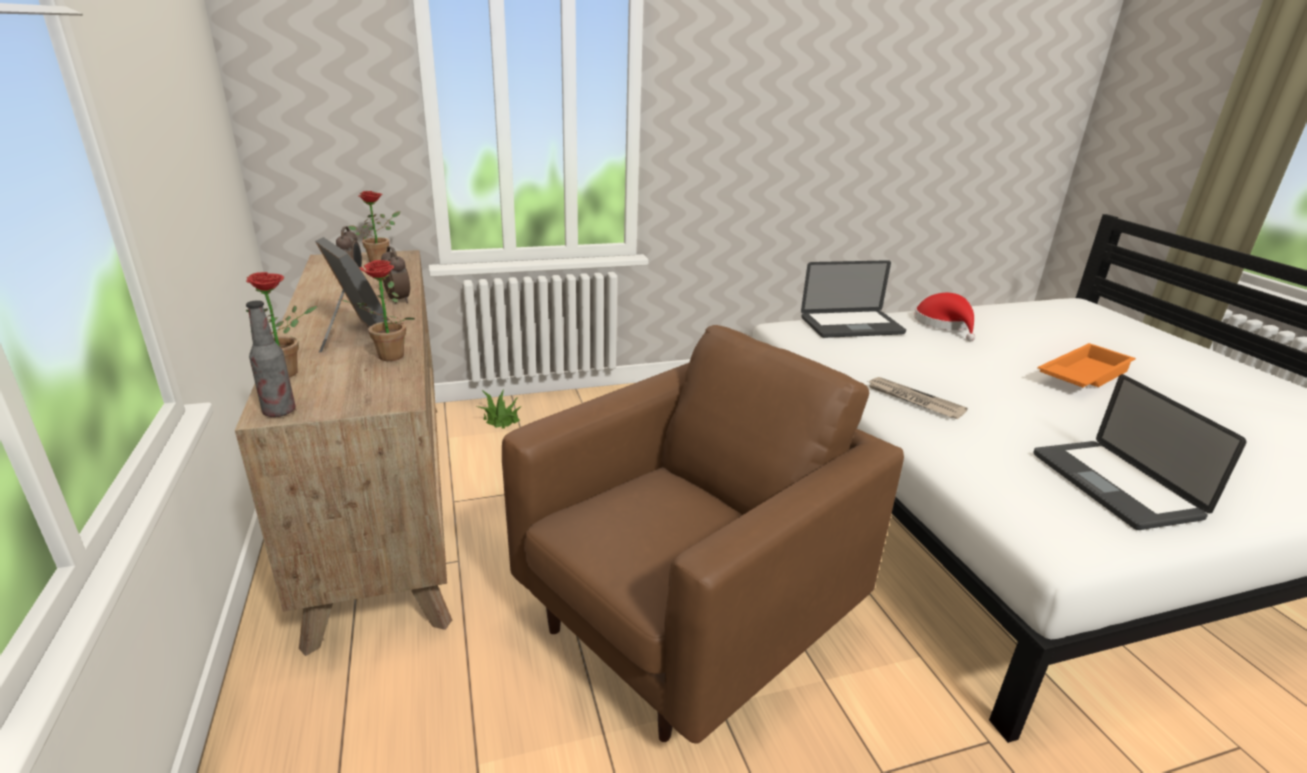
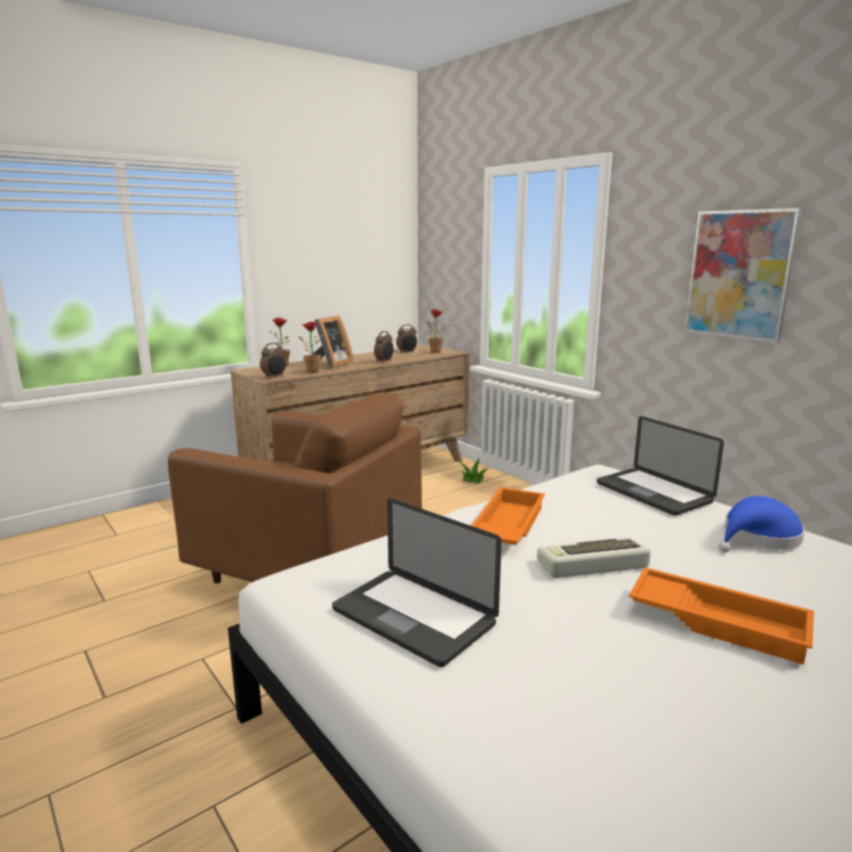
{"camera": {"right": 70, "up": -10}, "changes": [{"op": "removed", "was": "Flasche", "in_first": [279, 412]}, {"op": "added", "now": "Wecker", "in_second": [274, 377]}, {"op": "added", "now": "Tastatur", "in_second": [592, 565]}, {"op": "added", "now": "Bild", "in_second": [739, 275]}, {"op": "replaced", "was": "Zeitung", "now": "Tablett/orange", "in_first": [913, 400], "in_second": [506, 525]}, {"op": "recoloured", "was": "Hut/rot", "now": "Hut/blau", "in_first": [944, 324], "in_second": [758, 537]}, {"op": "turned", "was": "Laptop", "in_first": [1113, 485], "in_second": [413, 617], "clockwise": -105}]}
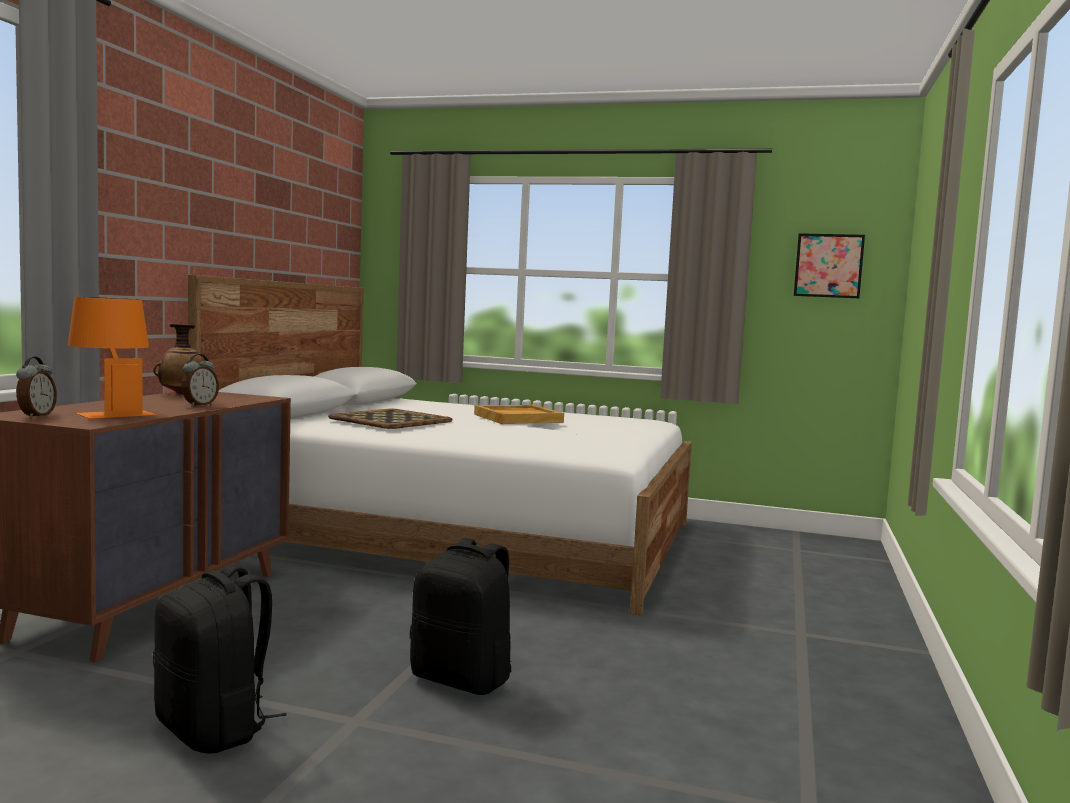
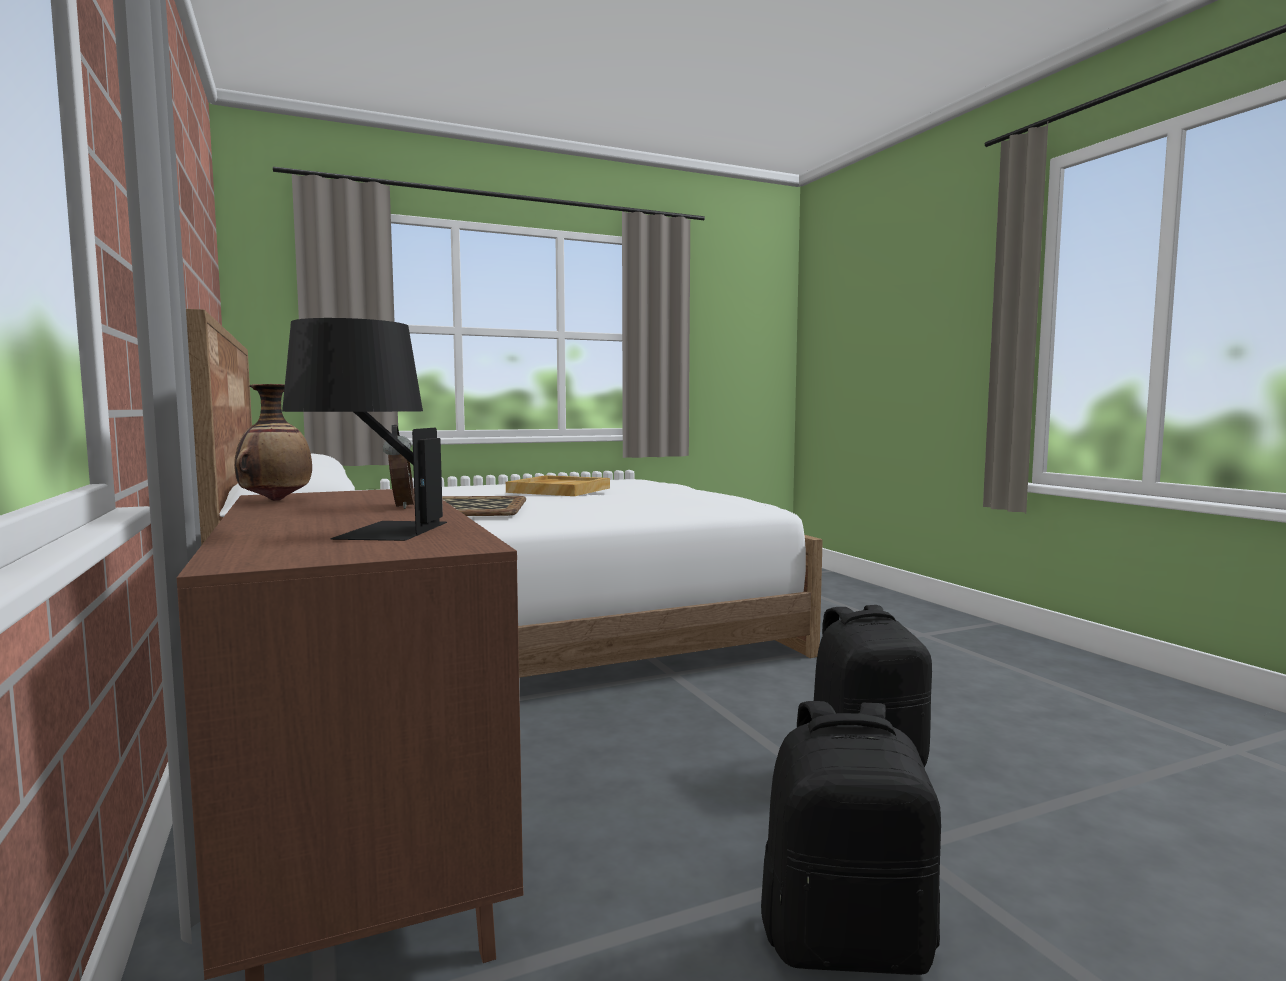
{"camera": {"right": -40, "up": 0}, "changes": [{"op": "removed", "was": "Wecker", "in_first": [35, 416]}, {"op": "removed", "was": "Bild", "in_first": [828, 265]}, {"op": "recoloured", "was": "Tischlampe/orange", "now": "Tischlampe/schwarz", "in_first": [111, 412], "in_second": [367, 530]}]}
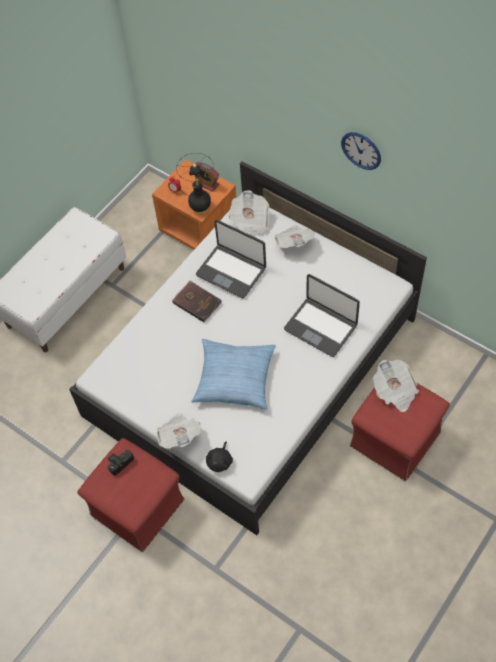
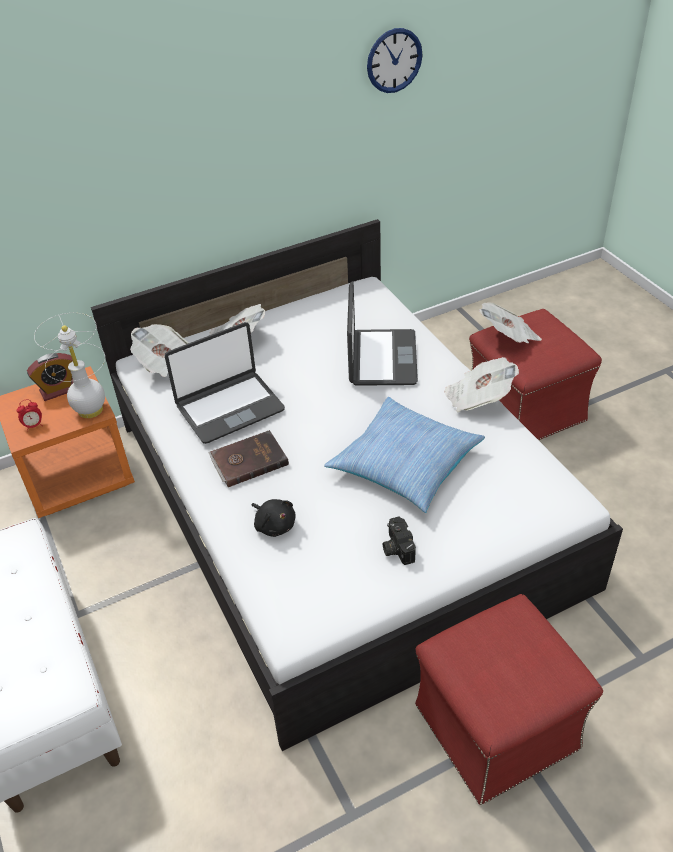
{"camera": {"right": -65, "up": -15}, "changes": [{"op": "moved", "was": "Kamera", "in_first": [120, 462], "in_second": [396, 548]}, {"op": "moved", "was": "Zeitung", "in_first": [179, 436], "in_second": [478, 398]}, {"op": "moved", "was": "Plüschtier/schwarz", "in_first": [220, 461], "in_second": [274, 525]}, {"op": "moved", "was": "Wanduhr", "in_first": [361, 150], "in_second": [394, 60]}, {"op": "recoloured", "was": "Tischlampe/schwarz", "now": "Tischlampe/weiß", "in_first": [200, 208], "in_second": [90, 410]}, {"op": "turned", "was": "Laptop", "in_first": [321, 327], "in_second": [381, 359], "clockwise": -60}]}
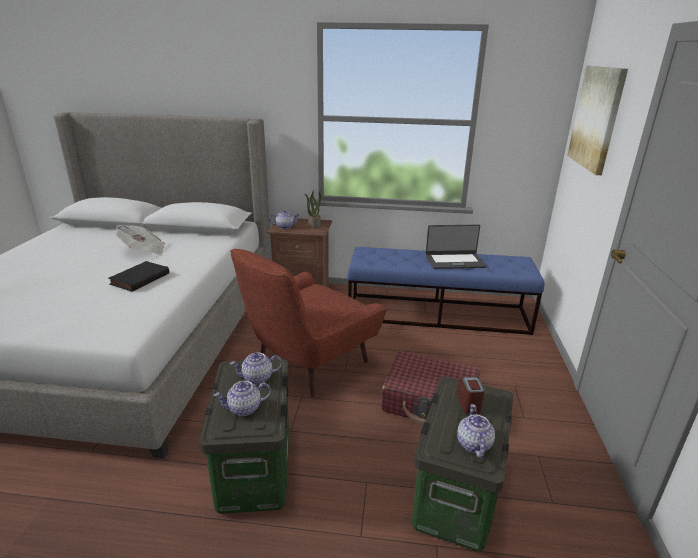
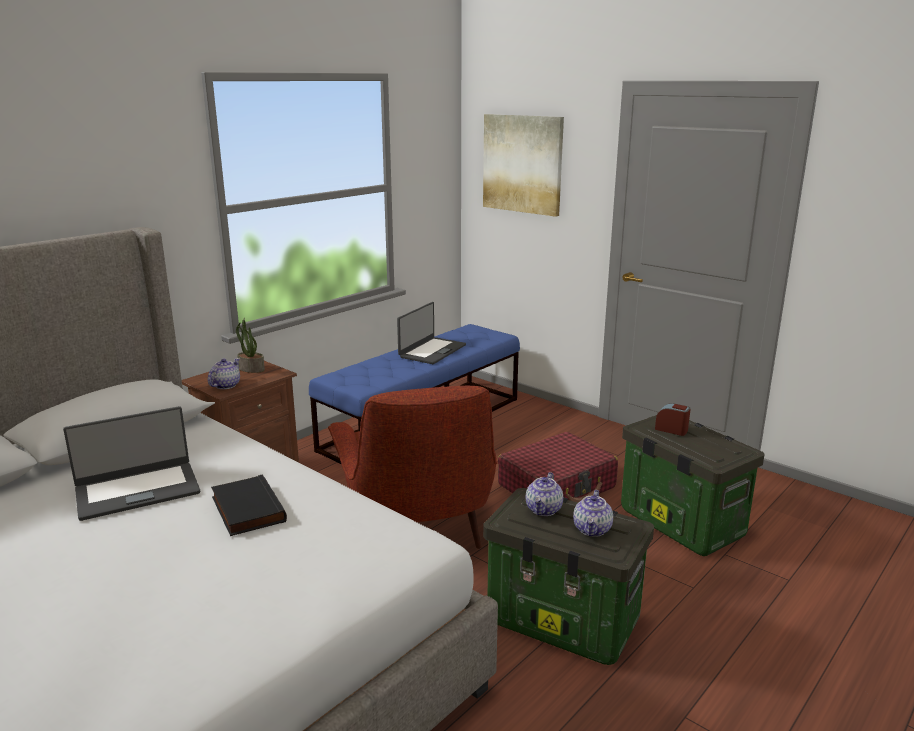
{"camera": {"right": -55, "up": -5}, "changes": [{"op": "removed", "was": "Teekanne", "in_first": [473, 444]}, {"op": "replaced", "was": "Zeitung", "now": "Laptop", "in_first": [144, 251], "in_second": [137, 490]}]}
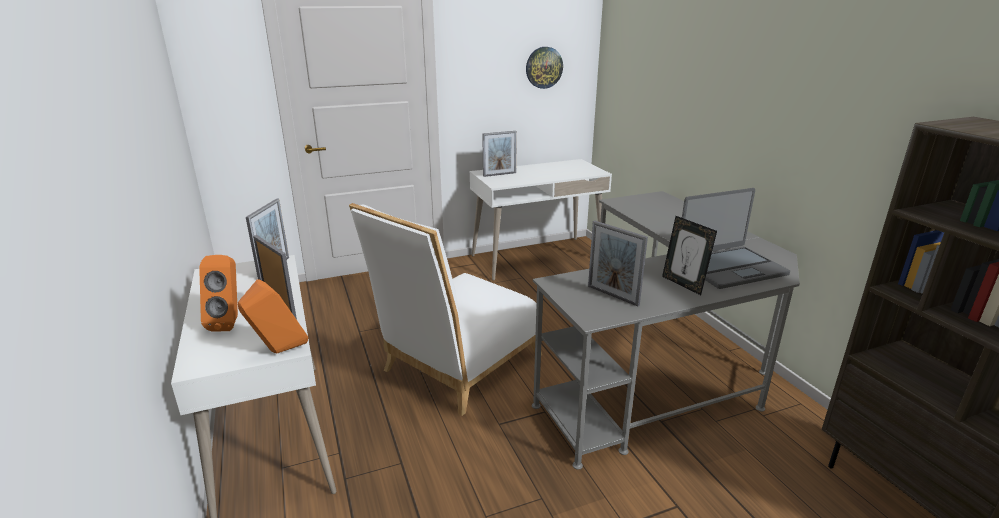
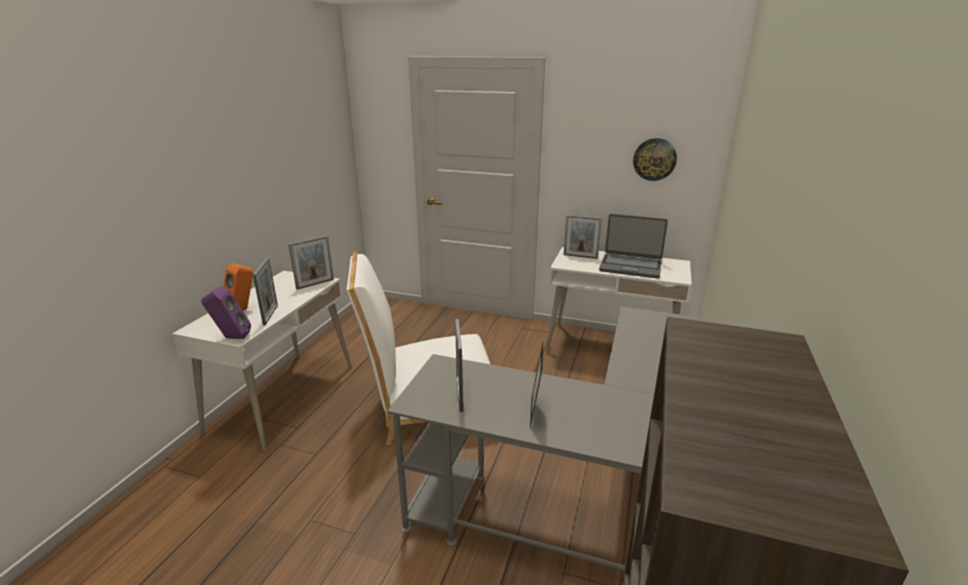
{"camera": {"right": 40, "up": 0}, "changes": [{"op": "moved", "was": "Laptop", "in_first": [730, 268], "in_second": [630, 266]}, {"op": "recoloured", "was": "Lautsprecher/orange", "now": "Lautsprecher/lila", "in_first": [279, 352], "in_second": [231, 338]}]}
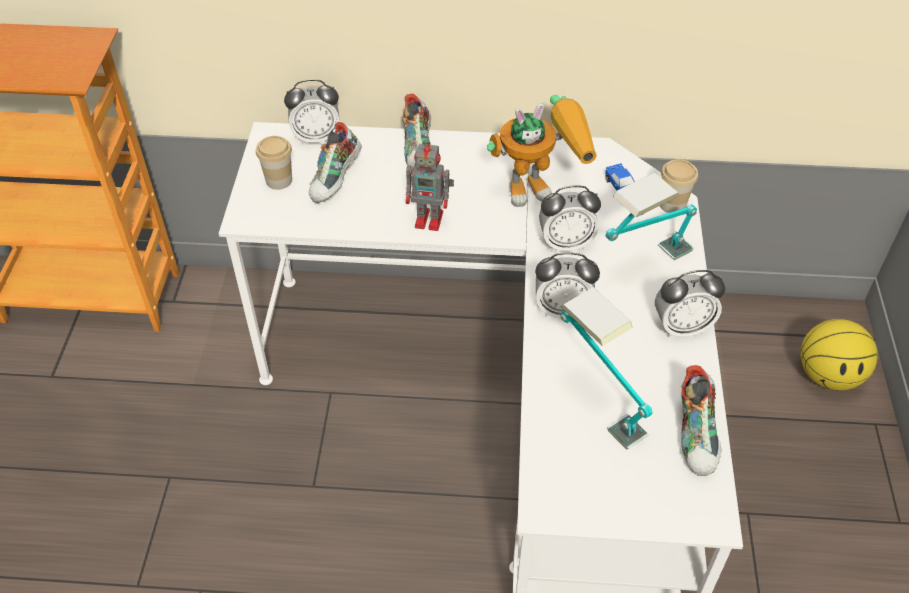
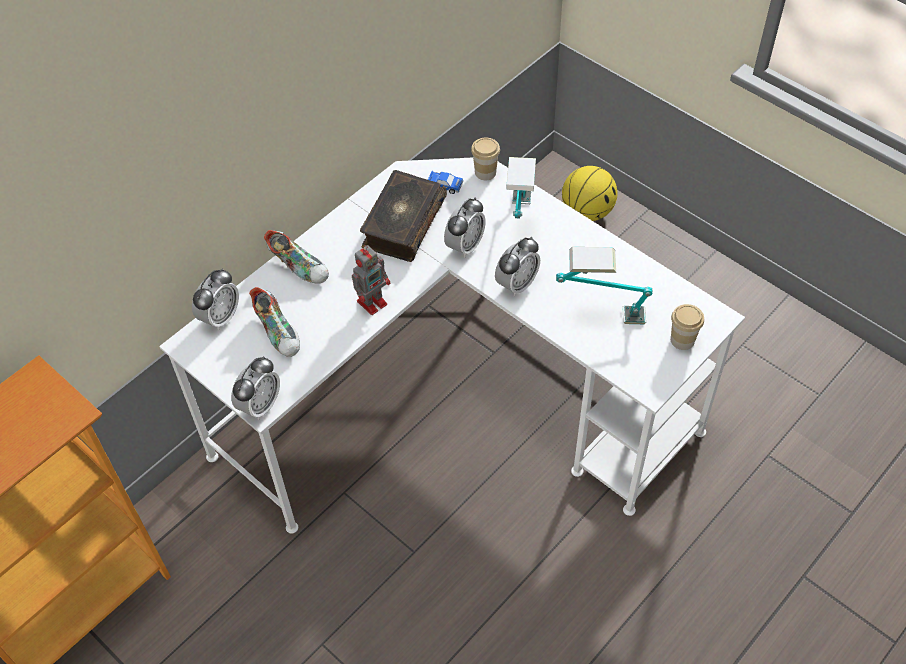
{"camera": {"right": -50, "up": 5}, "changes": [{"op": "removed", "was": "Schuh", "in_first": [698, 434]}, {"op": "moved", "was": "Tasse", "in_first": [279, 180], "in_second": [682, 340]}, {"op": "moved", "was": "Wecker", "in_first": [681, 327], "in_second": [260, 405]}, {"op": "replaced", "was": "Spielzeugroboter", "now": "Buch", "in_first": [541, 185], "in_second": [402, 224]}]}
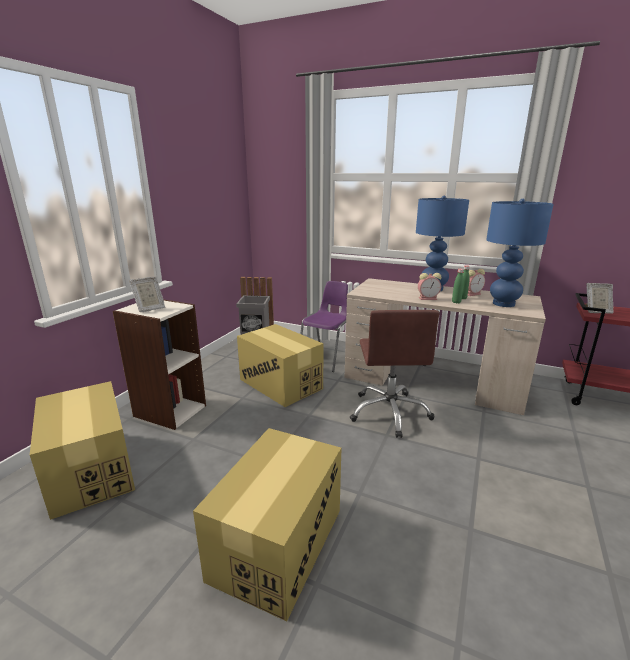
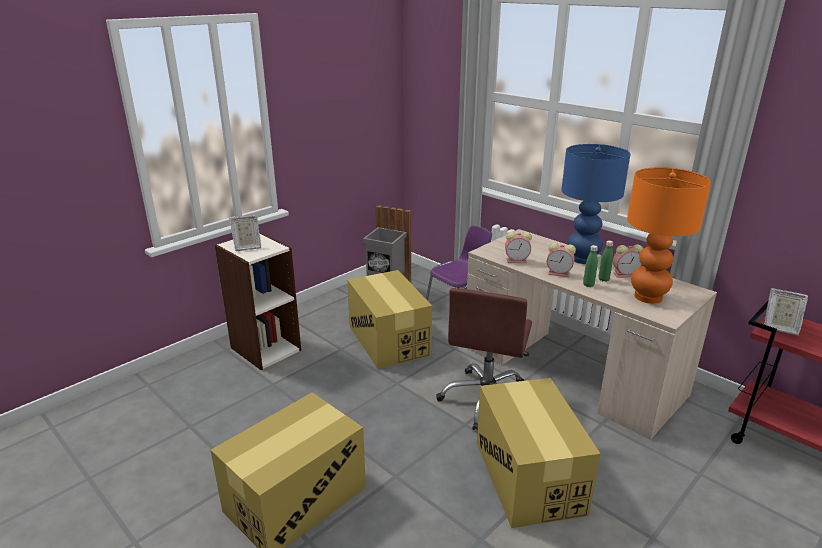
{"camera": {"right": 20, "up": 5}, "changes": [{"op": "added", "now": "Wecker", "in_second": [517, 260]}, {"op": "moved", "was": "Karton", "in_first": [91, 470], "in_second": [528, 476]}, {"op": "recoloured", "was": "Tischlampe/blau", "now": "Tischlampe/orange", "in_first": [504, 304], "in_second": [648, 297]}]}
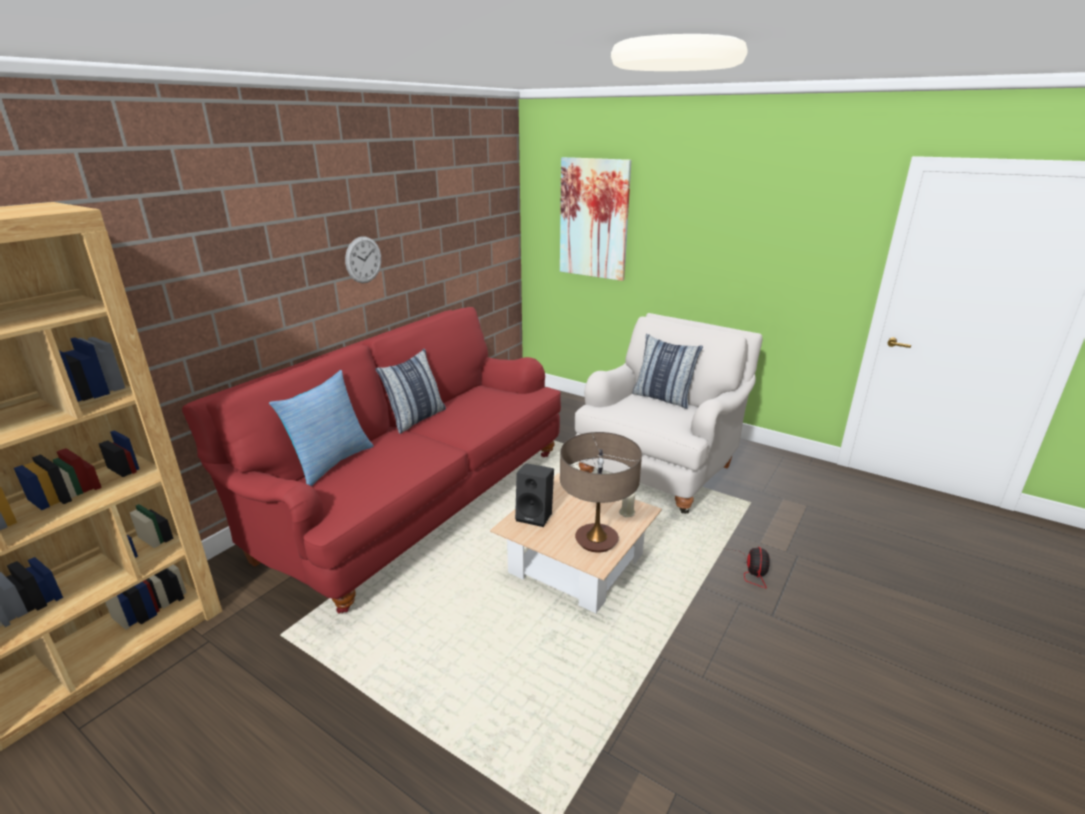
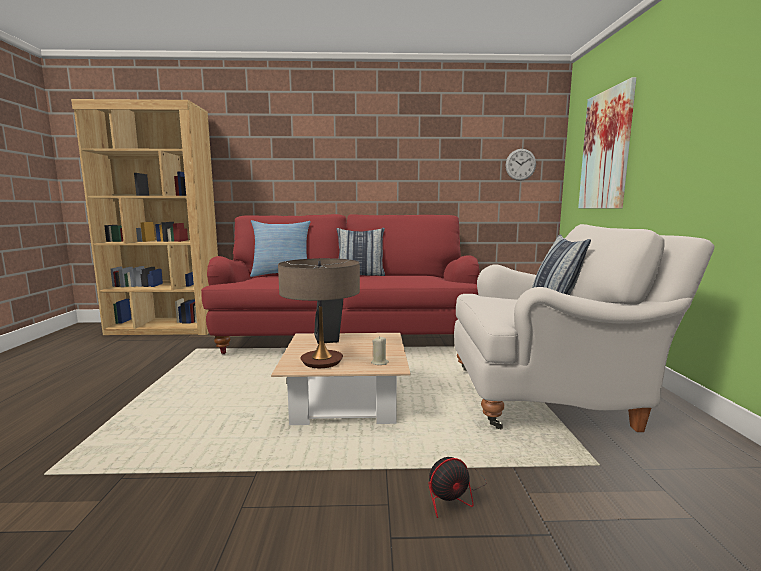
{"camera": {"right": 55, "up": -15}, "changes": [{"op": "moved", "was": "Wanduhr", "in_first": [363, 260], "in_second": [520, 164]}]}
